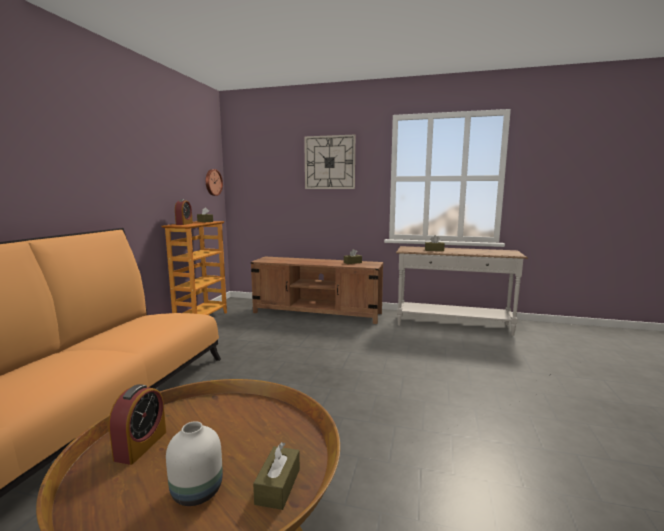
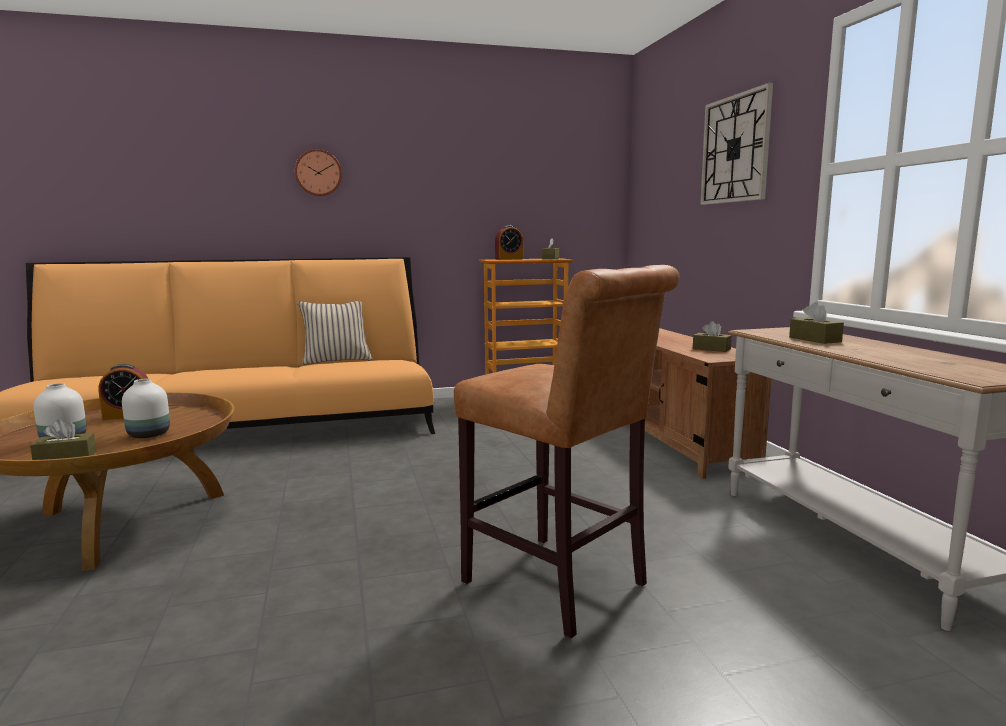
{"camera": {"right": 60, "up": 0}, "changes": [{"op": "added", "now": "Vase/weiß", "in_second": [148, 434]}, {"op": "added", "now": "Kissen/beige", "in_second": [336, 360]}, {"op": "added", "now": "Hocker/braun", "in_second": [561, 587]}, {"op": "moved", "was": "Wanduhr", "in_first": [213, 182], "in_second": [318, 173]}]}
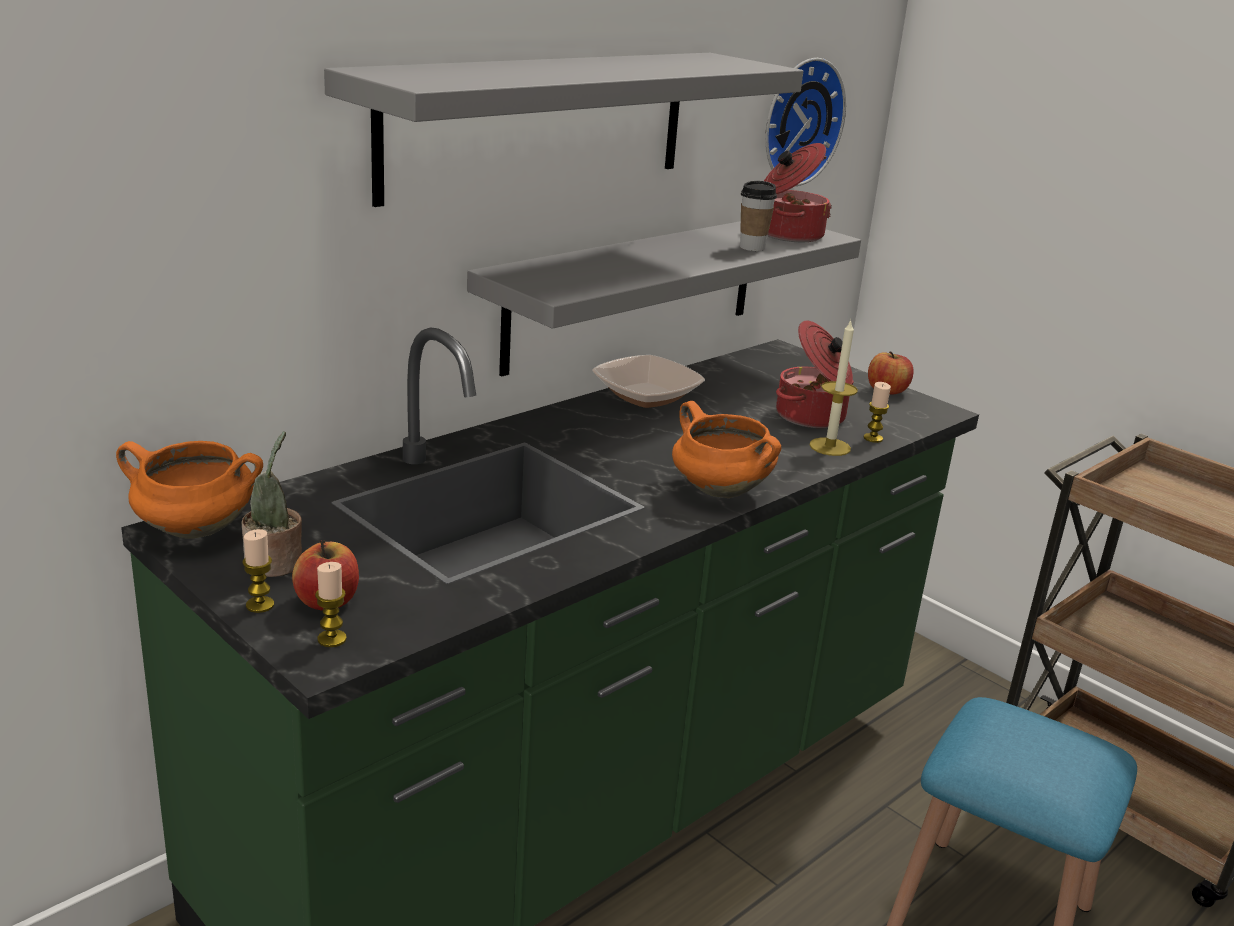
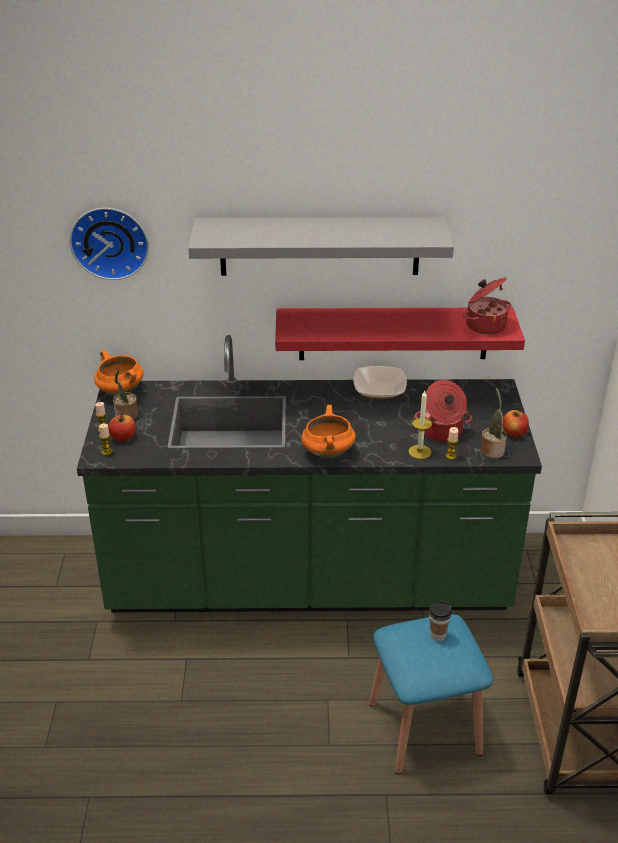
{"camera": {"right": 45, "up": 10}, "changes": [{"op": "added", "now": "Topfpflanze", "in_second": [492, 450]}, {"op": "moved", "was": "Tasse", "in_first": [752, 247], "in_second": [437, 635]}, {"op": "moved", "was": "Wanduhr", "in_first": [798, 121], "in_second": [110, 241]}, {"op": "recoloured", "was": "Wandregal/grau", "now": "Wandregal/rot", "in_first": [635, 291], "in_second": [393, 333]}]}
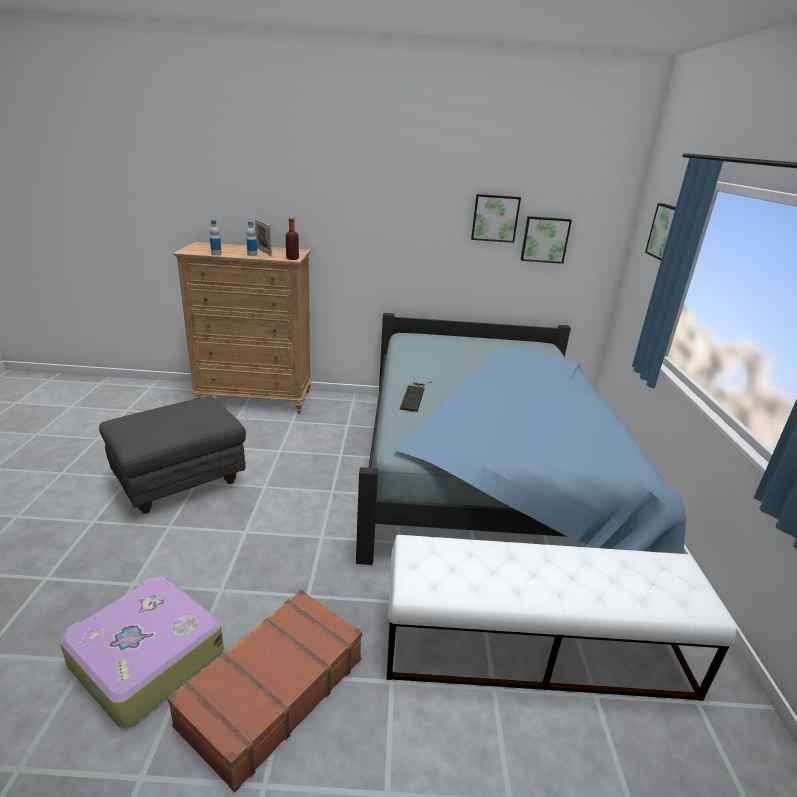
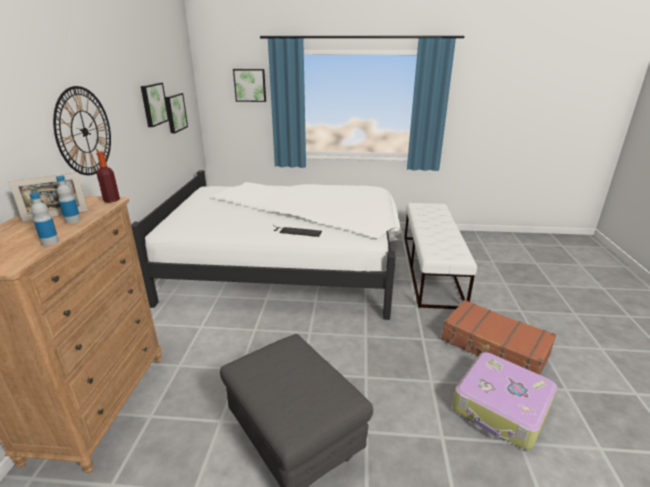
{"camera": {"right": -85, "up": 0}, "changes": [{"op": "added", "now": "Wanduhr", "in_second": [84, 131]}, {"op": "recoloured", "was": "Bett/blau", "now": "Bett/weiß", "in_first": [488, 473], "in_second": [289, 265]}]}
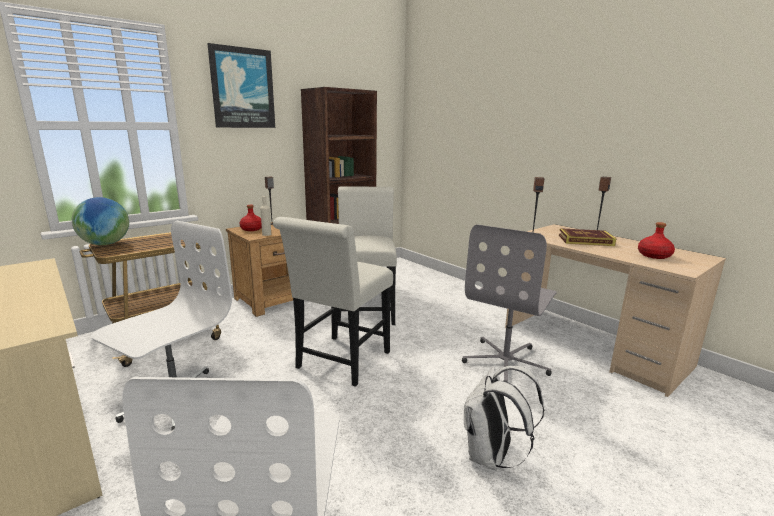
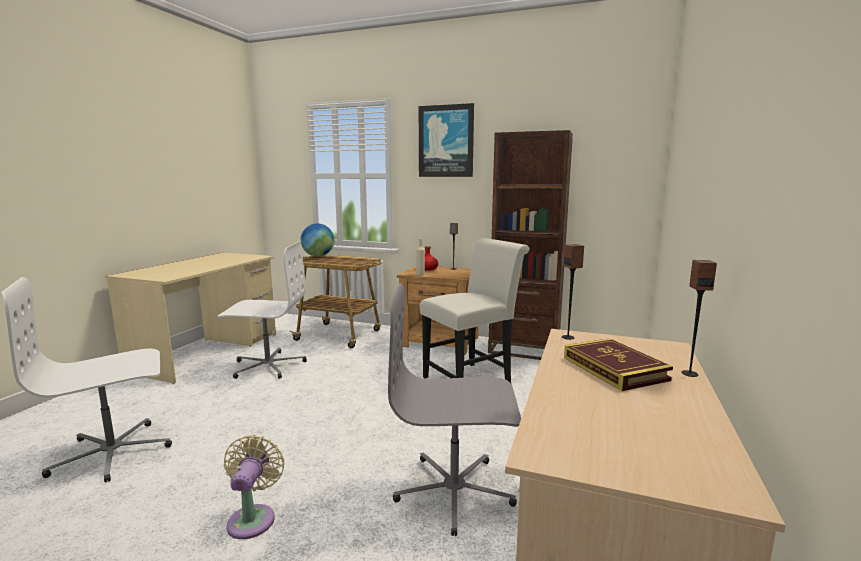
{"camera": {"right": 60, "up": -5}, "changes": [{"op": "removed", "was": "Stuhl/weiß", "in_first": [340, 363]}, {"op": "removed", "was": "Flasche/rot", "in_first": [654, 255]}, {"op": "replaced", "was": "Rucksack/weiß", "now": "Ventilator/beige", "in_first": [491, 457], "in_second": [253, 518]}]}
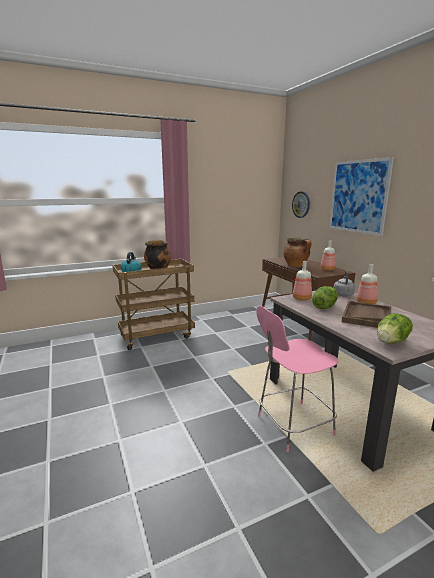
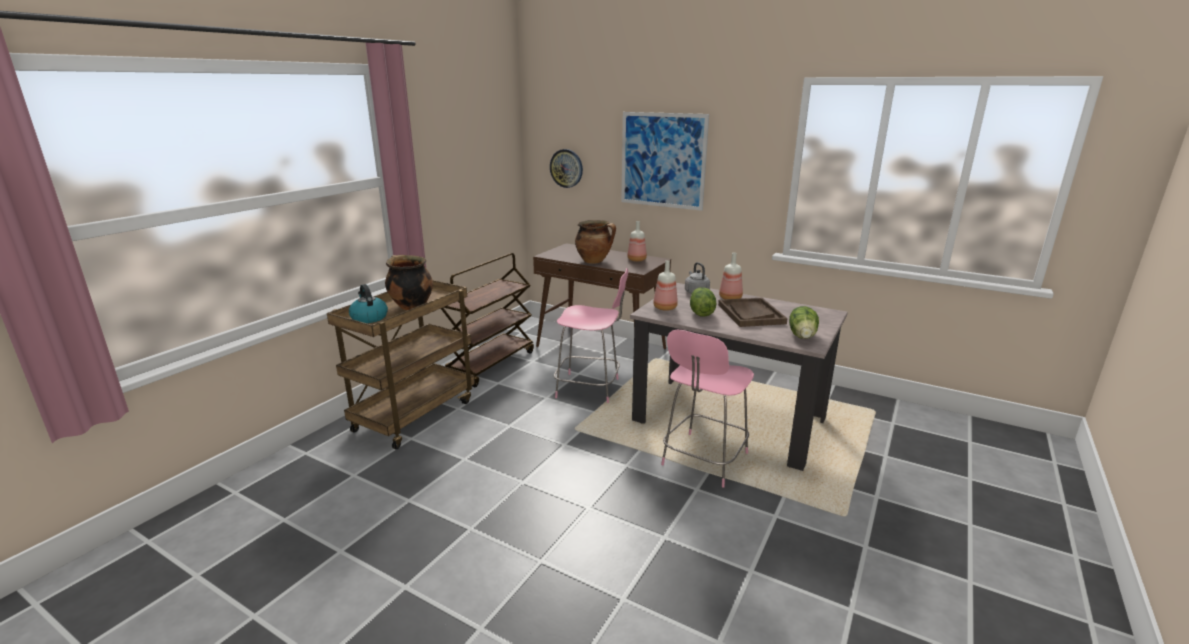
{"camera": {"right": -35, "up": 5}, "changes": [{"op": "added", "now": "Rollwagen/braun", "in_second": [490, 364]}, {"op": "added", "now": "Stuhl/rosa", "in_second": [590, 388]}]}
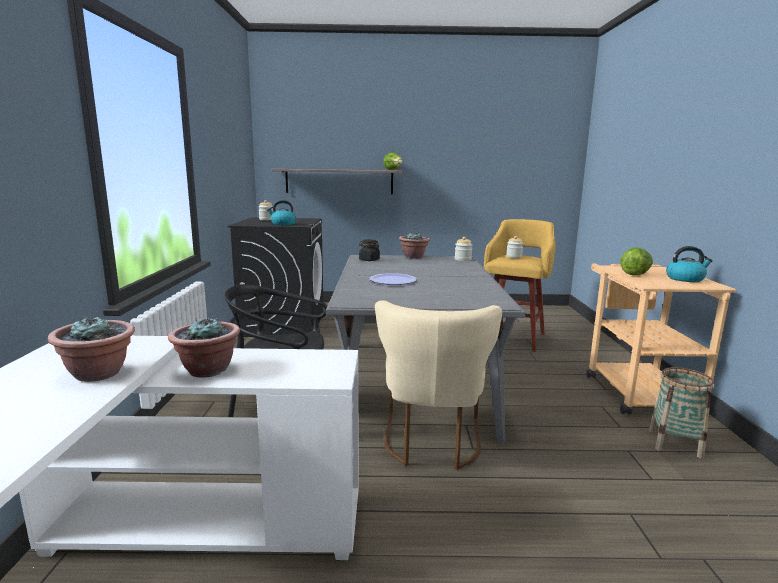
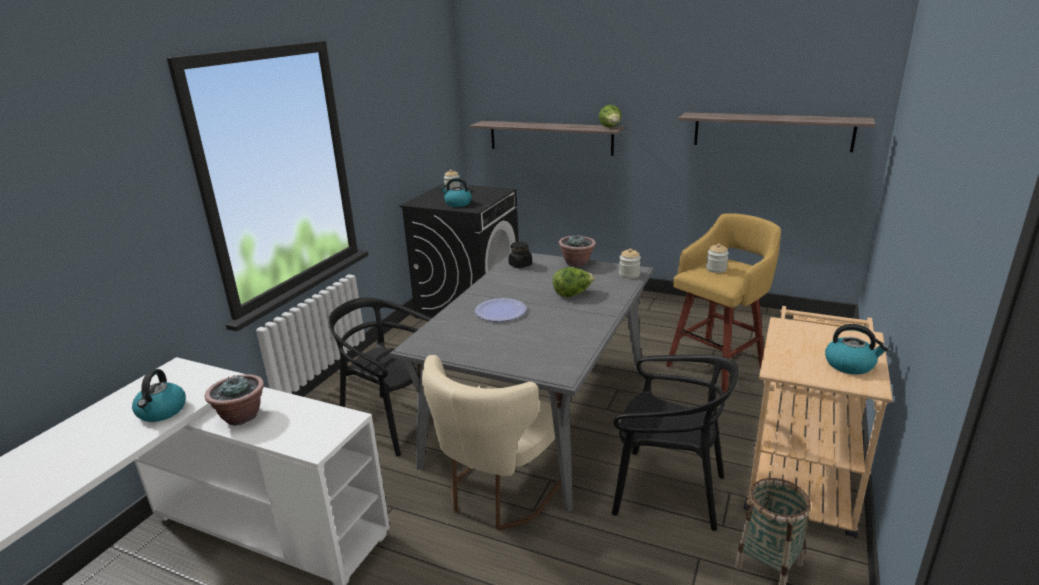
{"camera": {"right": 25, "up": 10}, "changes": [{"op": "added", "now": "Stuhl/schwarz", "in_second": [667, 491]}, {"op": "added", "now": "Wandregal", "in_second": [772, 131]}, {"op": "moved", "was": "Salatkopf", "in_first": [635, 274], "in_second": [572, 294]}, {"op": "replaced", "was": "Topfpflanze", "now": "Wasserkessel", "in_first": [99, 373], "in_second": [162, 411]}]}
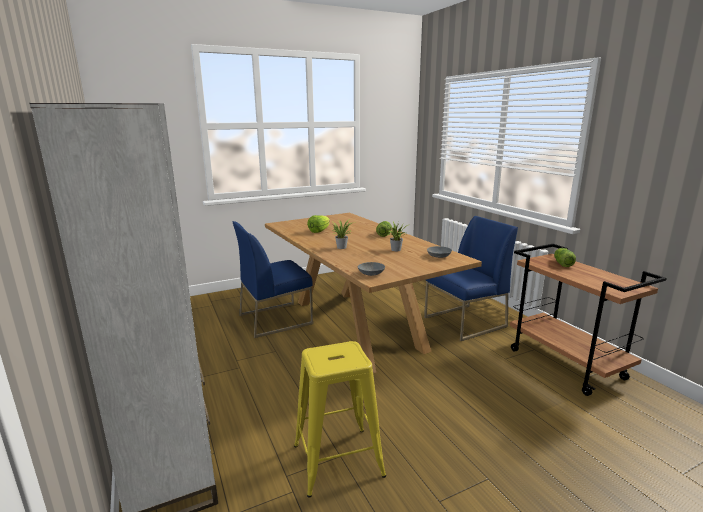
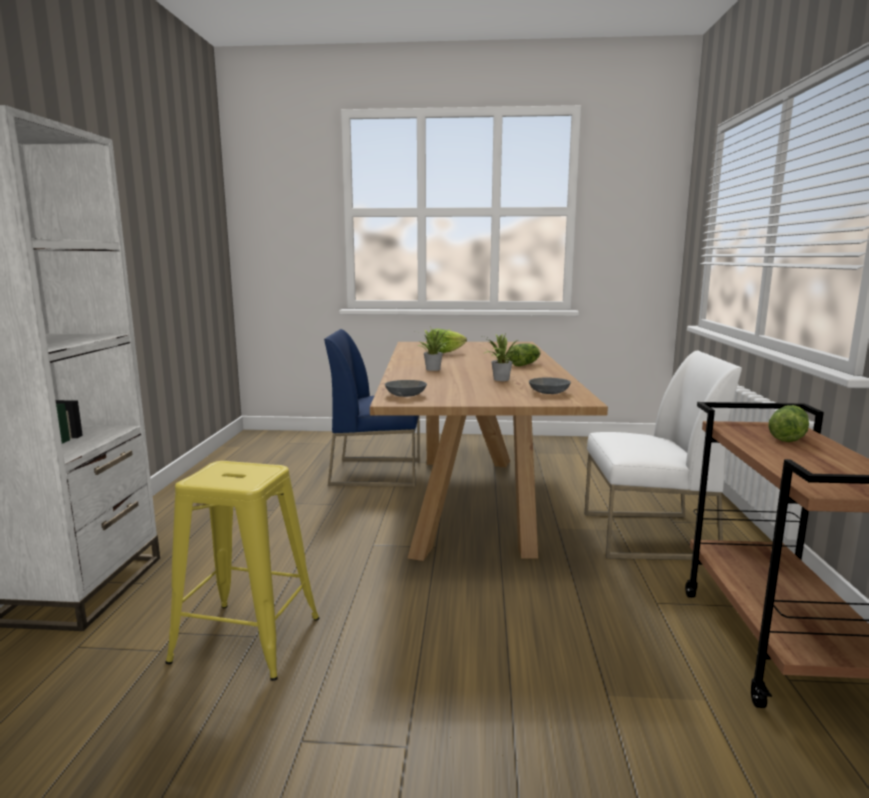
{"camera": {"right": 30, "up": -5}, "changes": [{"op": "recoloured", "was": "Stuhl/blau", "now": "Stuhl/weiß", "in_first": [465, 322], "in_second": [647, 536]}]}
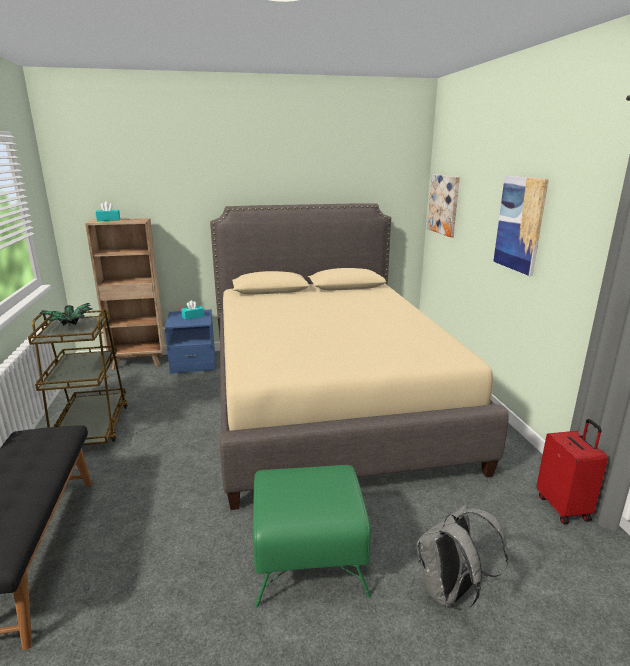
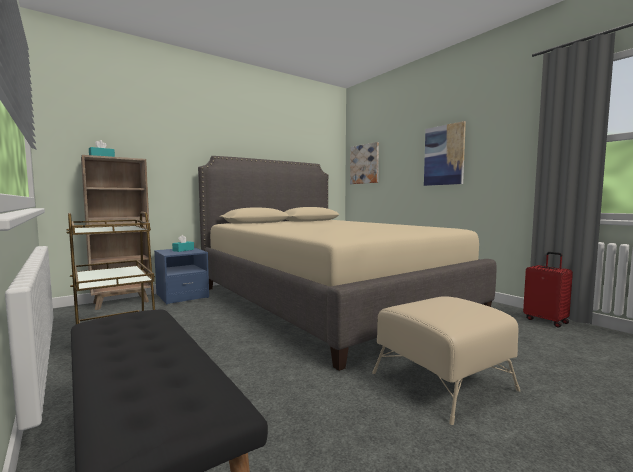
{"camera": {"right": -25, "up": -15}, "changes": [{"op": "removed", "was": "Topfpflanze", "in_first": [69, 327]}, {"op": "removed", "was": "Rucksack/grau", "in_first": [450, 593]}, {"op": "recoloured", "was": "Polsterhocker/grün", "now": "Polsterhocker/beige", "in_first": [307, 556], "in_second": [441, 381]}]}
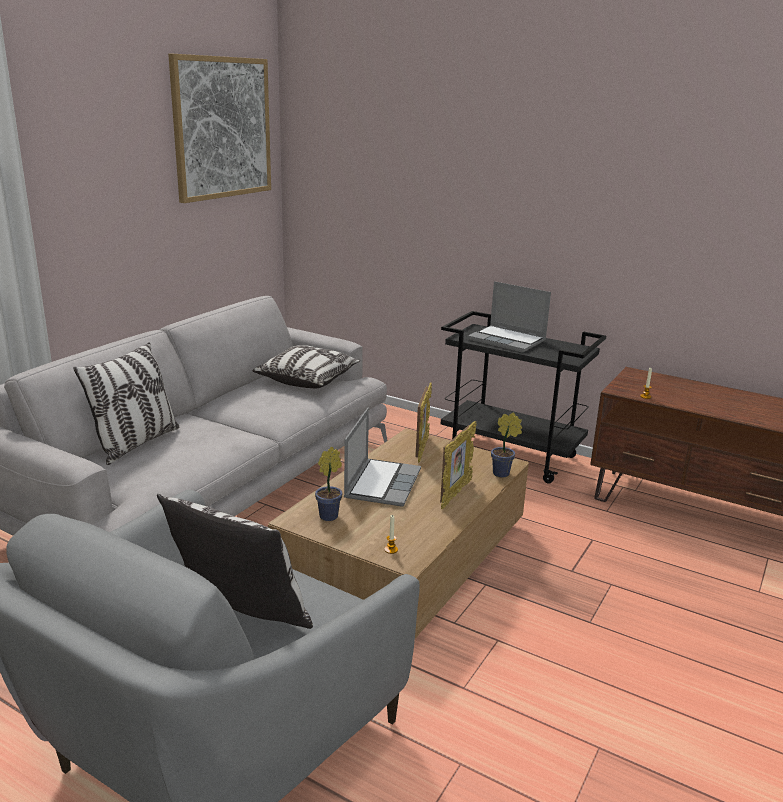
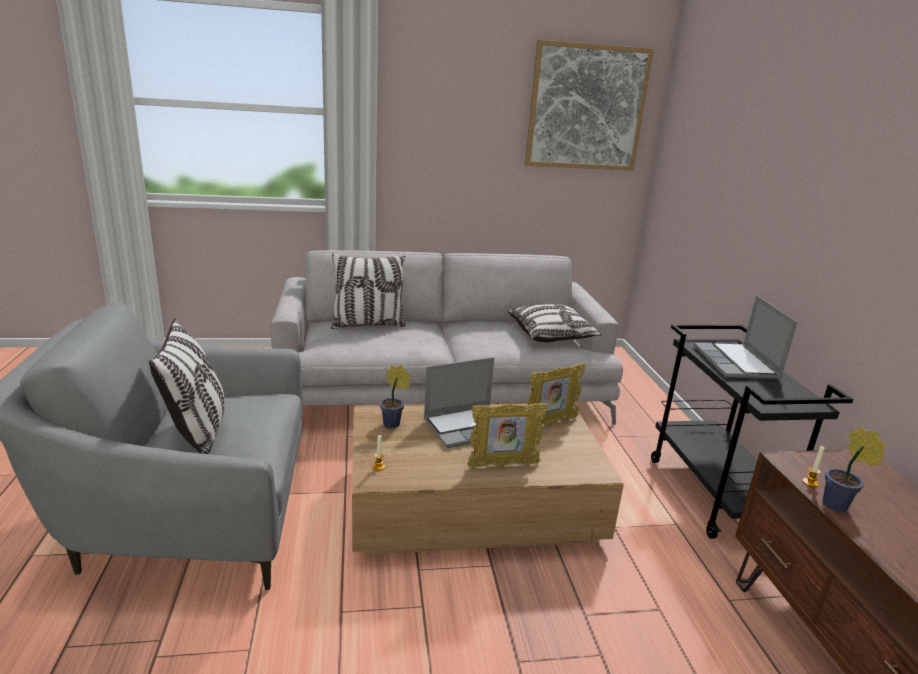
{"camera": {"right": 50, "up": 0}, "changes": [{"op": "moved", "was": "Topfpflanze", "in_first": [503, 474], "in_second": [838, 507]}]}
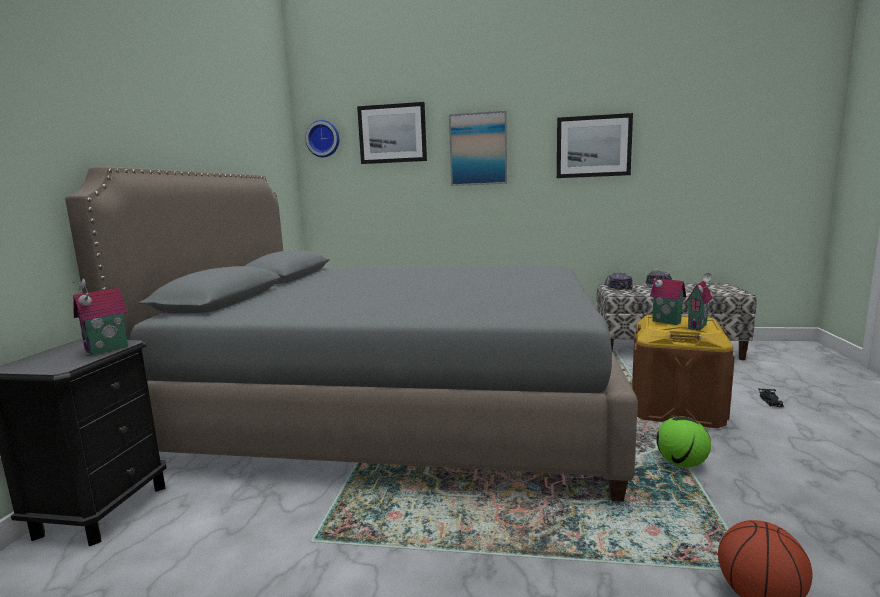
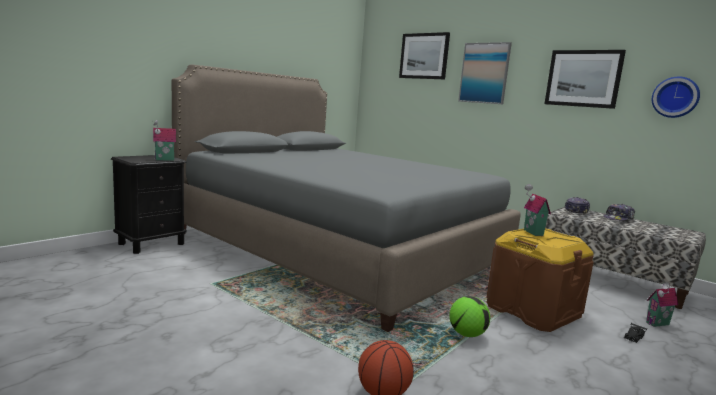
{"camera": {"right": 30, "up": 0}, "changes": [{"op": "moved", "was": "Wanduhr", "in_first": [323, 139], "in_second": [675, 97]}, {"op": "moved", "was": "Spielzeughaus", "in_first": [699, 327], "in_second": [658, 324]}]}
